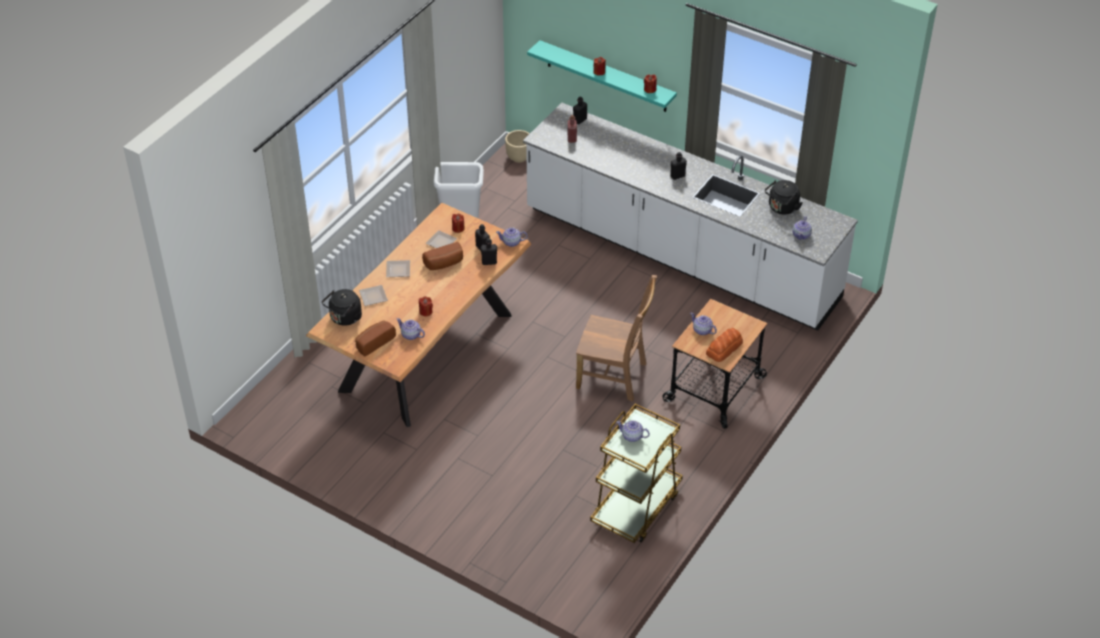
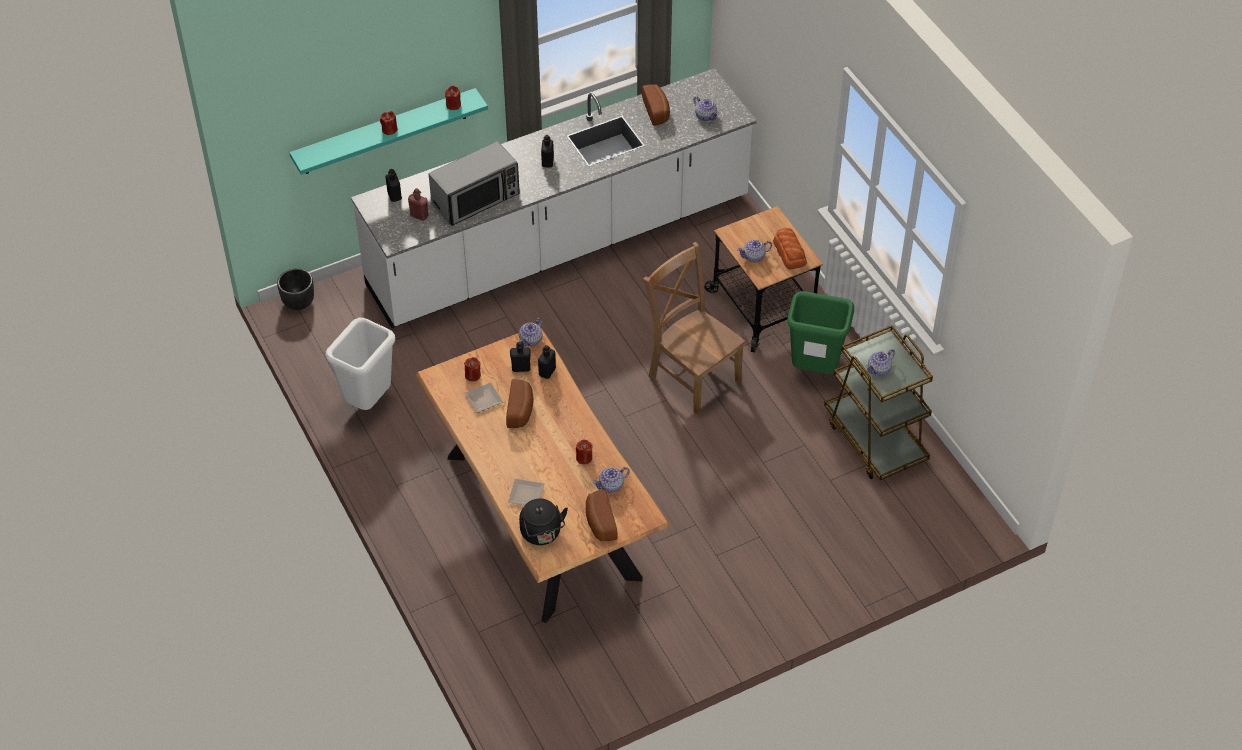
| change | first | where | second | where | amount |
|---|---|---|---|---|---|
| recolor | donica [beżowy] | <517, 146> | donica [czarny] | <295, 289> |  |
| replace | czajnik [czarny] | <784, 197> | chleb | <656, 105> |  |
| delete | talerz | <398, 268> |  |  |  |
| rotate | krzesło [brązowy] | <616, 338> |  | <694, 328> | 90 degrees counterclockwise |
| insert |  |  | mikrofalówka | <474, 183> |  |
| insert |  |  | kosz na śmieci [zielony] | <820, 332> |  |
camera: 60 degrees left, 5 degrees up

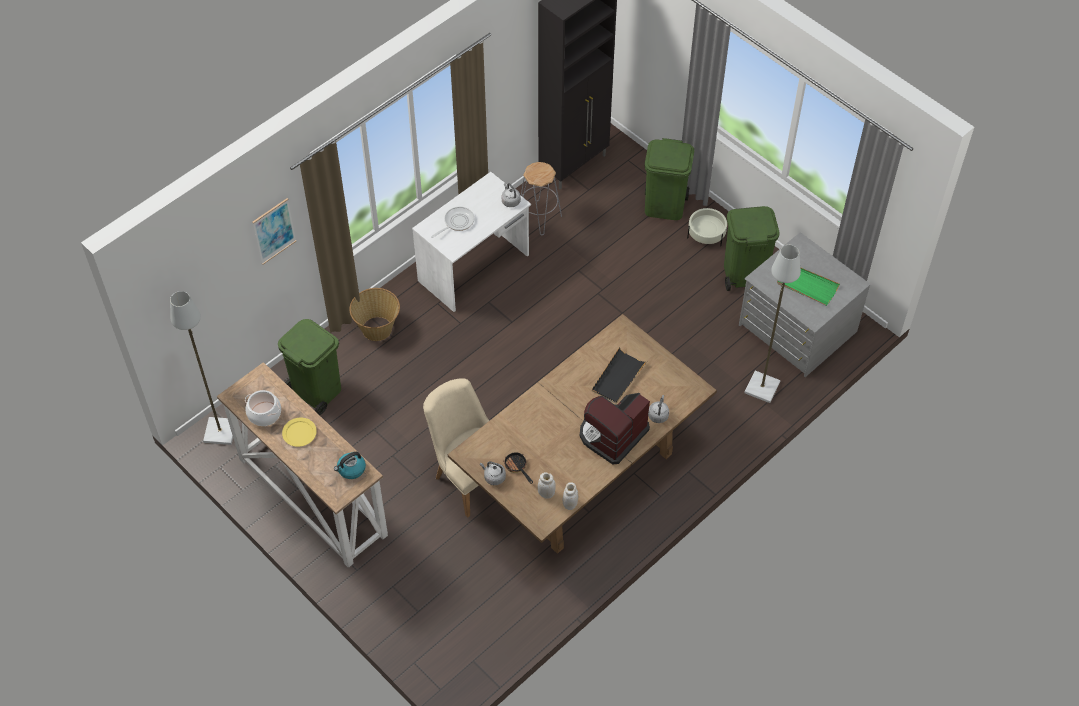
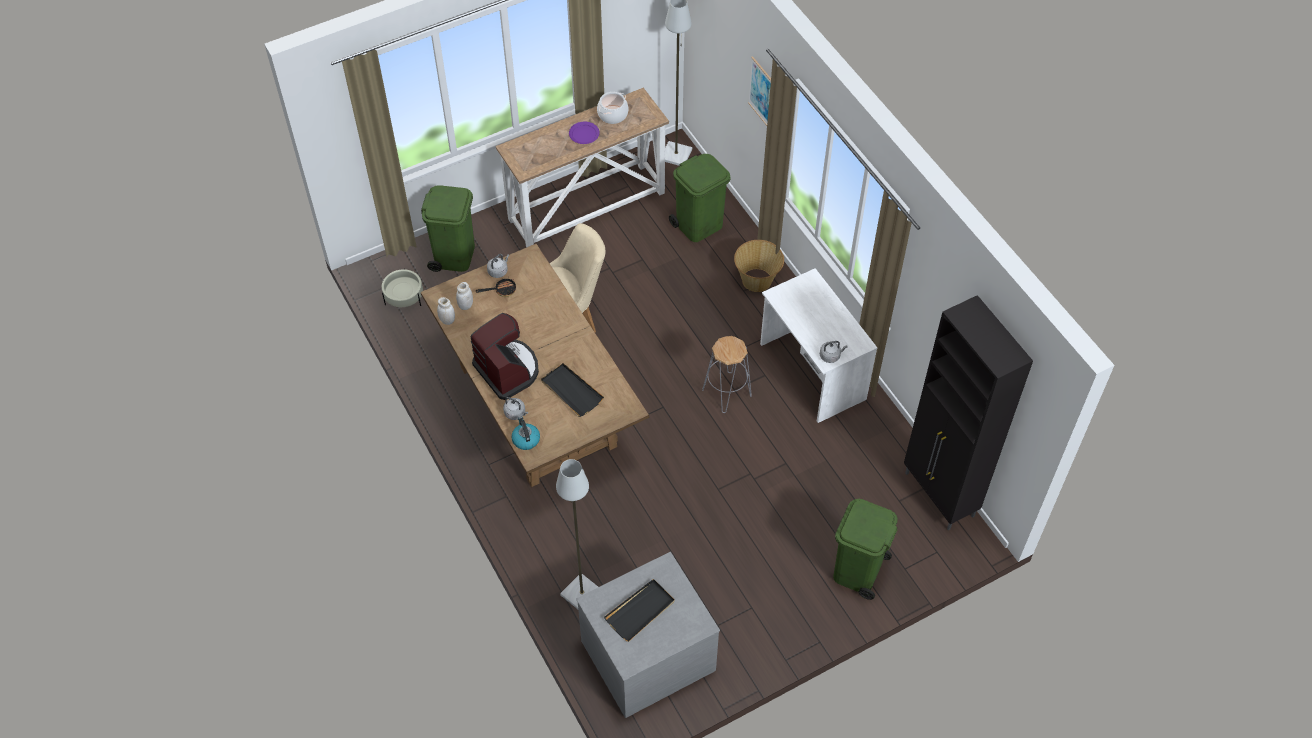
| change | first | where | second | where | amount |
|---|---|---|---|---|---|
| move | stołek [szary] | <541, 198> |  | <727, 374> |  |
| move | kosz na śmieci [zielony] | <751, 248> |  | <448, 228> |  |
| delete | patelnia | <453, 222> |  |  |  |
| move | donica [beżowy] | <707, 227> |  | <402, 287> |  |
| recolor | taca [zielony] | <808, 287> | taca [czarny] | <639, 610> |  |
| recolor | talerz [żółty] | <299, 432> | talerz [fioletowy] | <584, 133> |  |
| move | czajnik | <350, 465> |  | <525, 433> |  |
camera: 105 degrees right, 0 degrees up

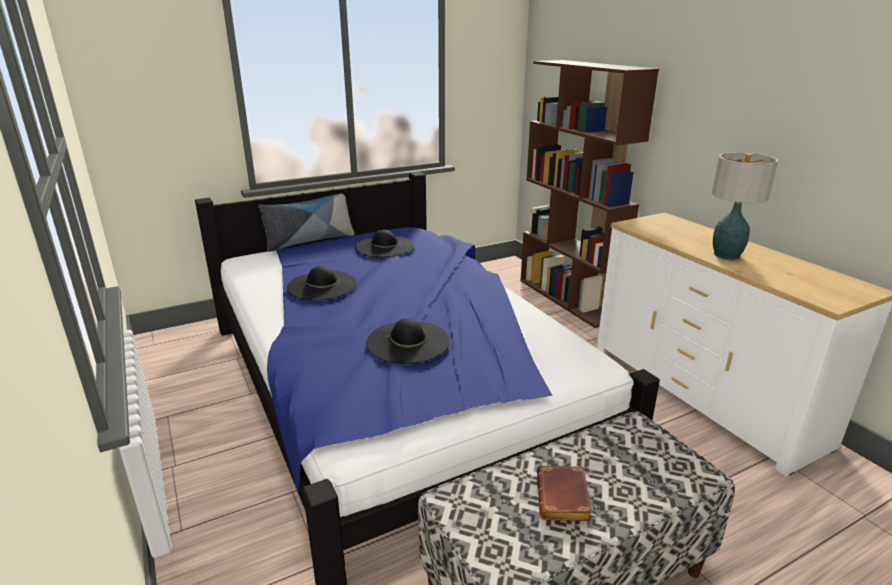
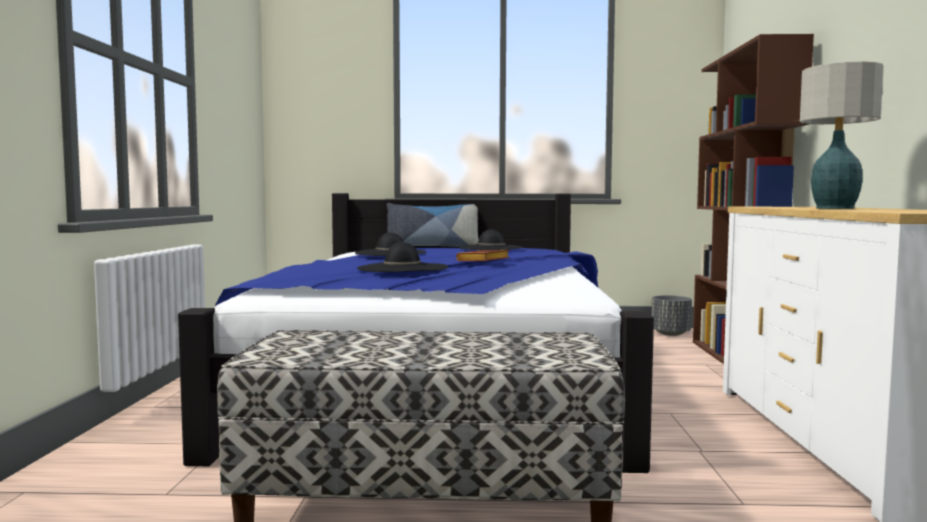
| change | first | where | second | where | amount |
|---|---|---|---|---|---|
| move | książka [brązowy] | <564, 493> |  | <483, 255> |  |
| insert |  |  | donica [szary] | <671, 315> |  |
camera: 30 degrees right, 20 degrees down

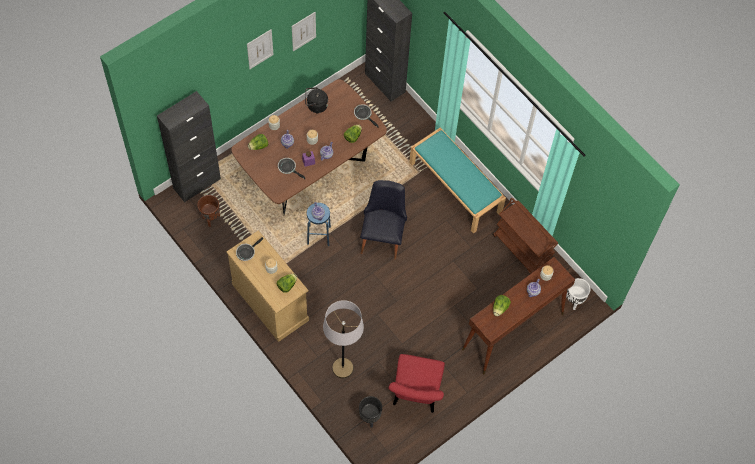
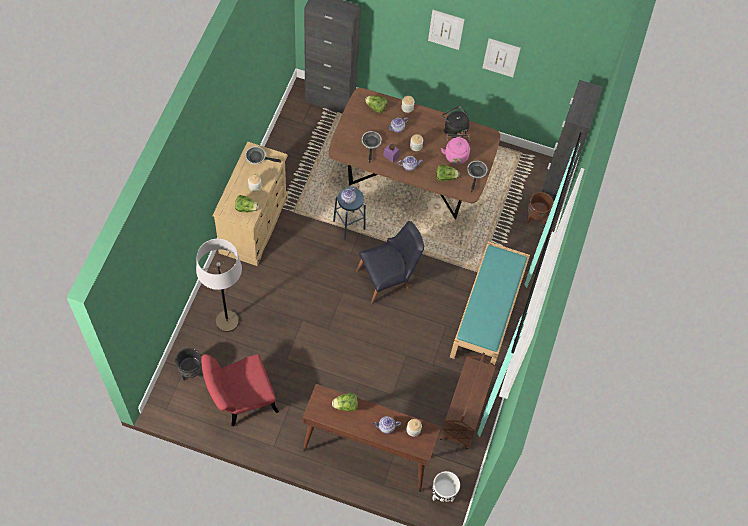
| change | first | where | second | where | amount |
|---|---|---|---|---|---|
| move | donica [brązowy] | <208, 211> |  | <540, 208> |  |
| insert |  |  | czajnik [różowy] | <455, 150> |  |
camera: 55 degrees right, 0 degrees up

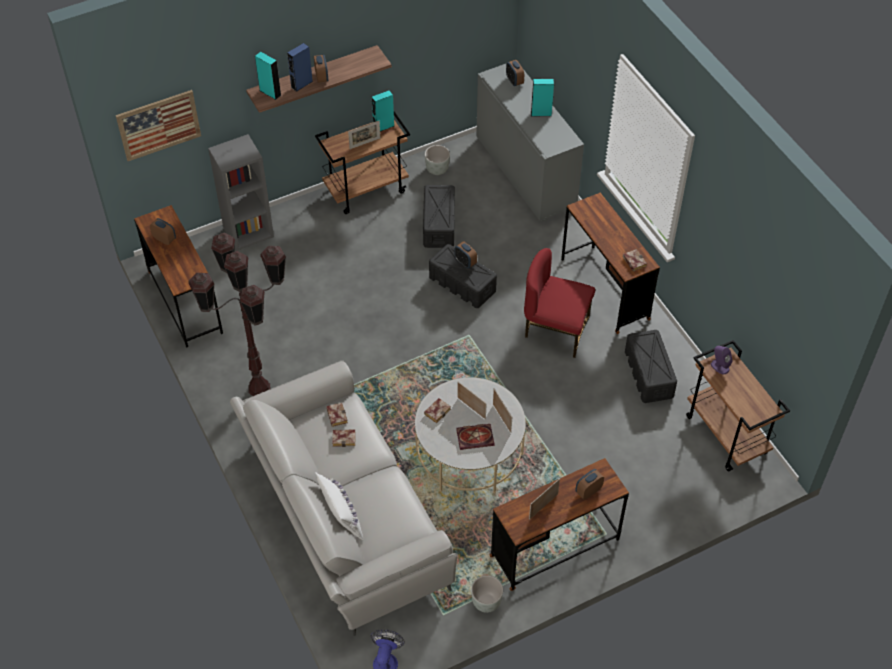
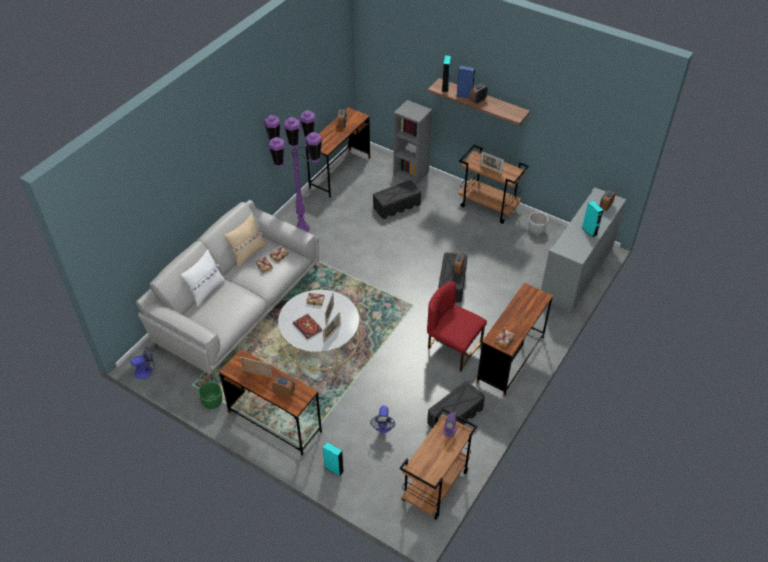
| change | first | where | second | where | amount |
|---|---|---|---|---|---|
| delete | obraz | <158, 125> |  |  |  |
| move | głośnik [turkusowy] | <383, 111> |  | <333, 459> |  |
| move | pojemnik do przechowywania [czarny] | <439, 216> |  | <397, 199> |  |
| recolor | lampa stojąca [brązowy] | <237, 314> | lampa stojąca [fioletowy] | <293, 171> |  |
| rotate | krzesło [czerwony] | <559, 303> |  | <457, 326> | 45 degrees counterclockwise |
| recolor | donica [szary] | <487, 594> | donica [zielony] | <210, 395> |  |
| insert |  |  | poduszka [beżowy] | <245, 241> |  |
| insert |  |  | wentylator | <382, 419> |  |
camera: 60 degrees right, 5 degrees down

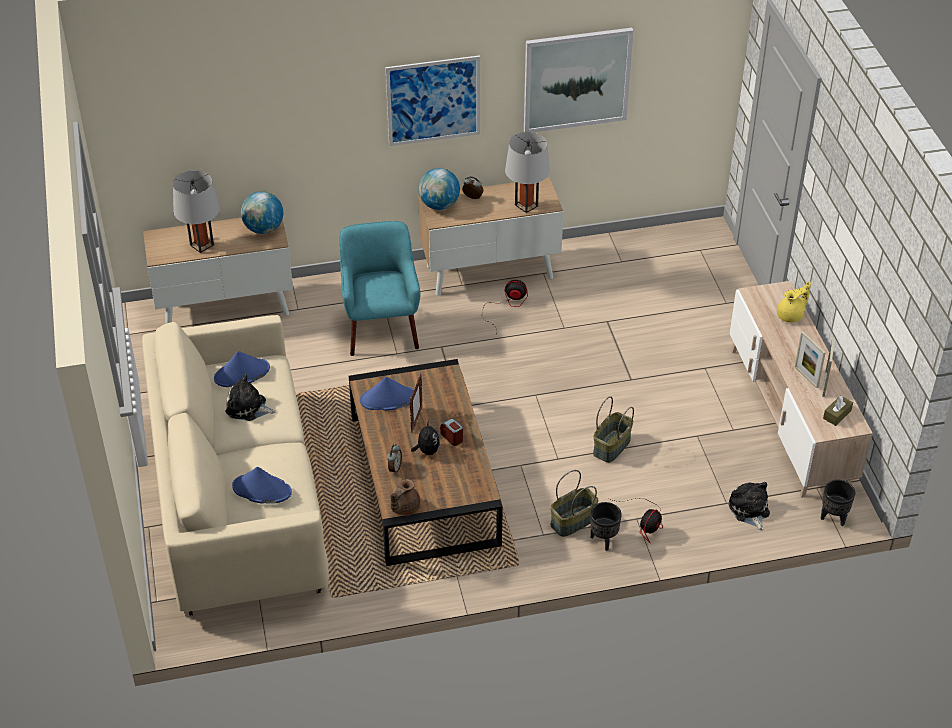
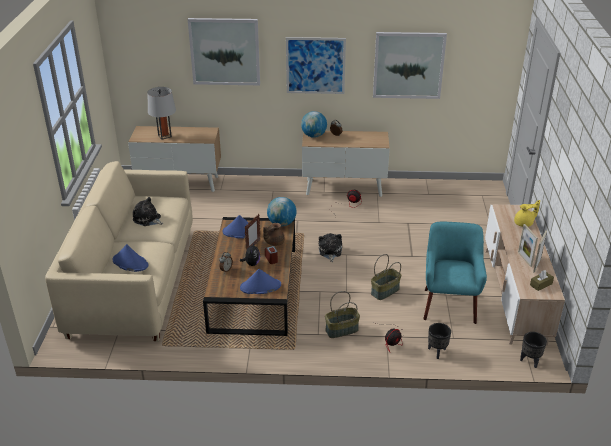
| change | first | where | second | where | amount |
|---|---|---|---|---|---|
| delete | lampa stołowa [szary] | <527, 172> |  |  |  |
| move | globus | <262, 212> |  | <282, 211> |  |
| move | fotel [turkusowy] | <380, 288> |  | <455, 273> |  |
| move | kapelusz [niebieski] | <242, 369> |  | <260, 281> |  |
| move | imbryk [brązowy] | <405, 497> |  | <274, 234> |  |
| move | pluszak | <749, 506> |  | <330, 247> |  |
| move | donica [czarny] | <606, 526> |  | <439, 341> |  |
| insert |  |  | obraz | <224, 51> |  |
camera: 15 degrees right, 10 degrees down

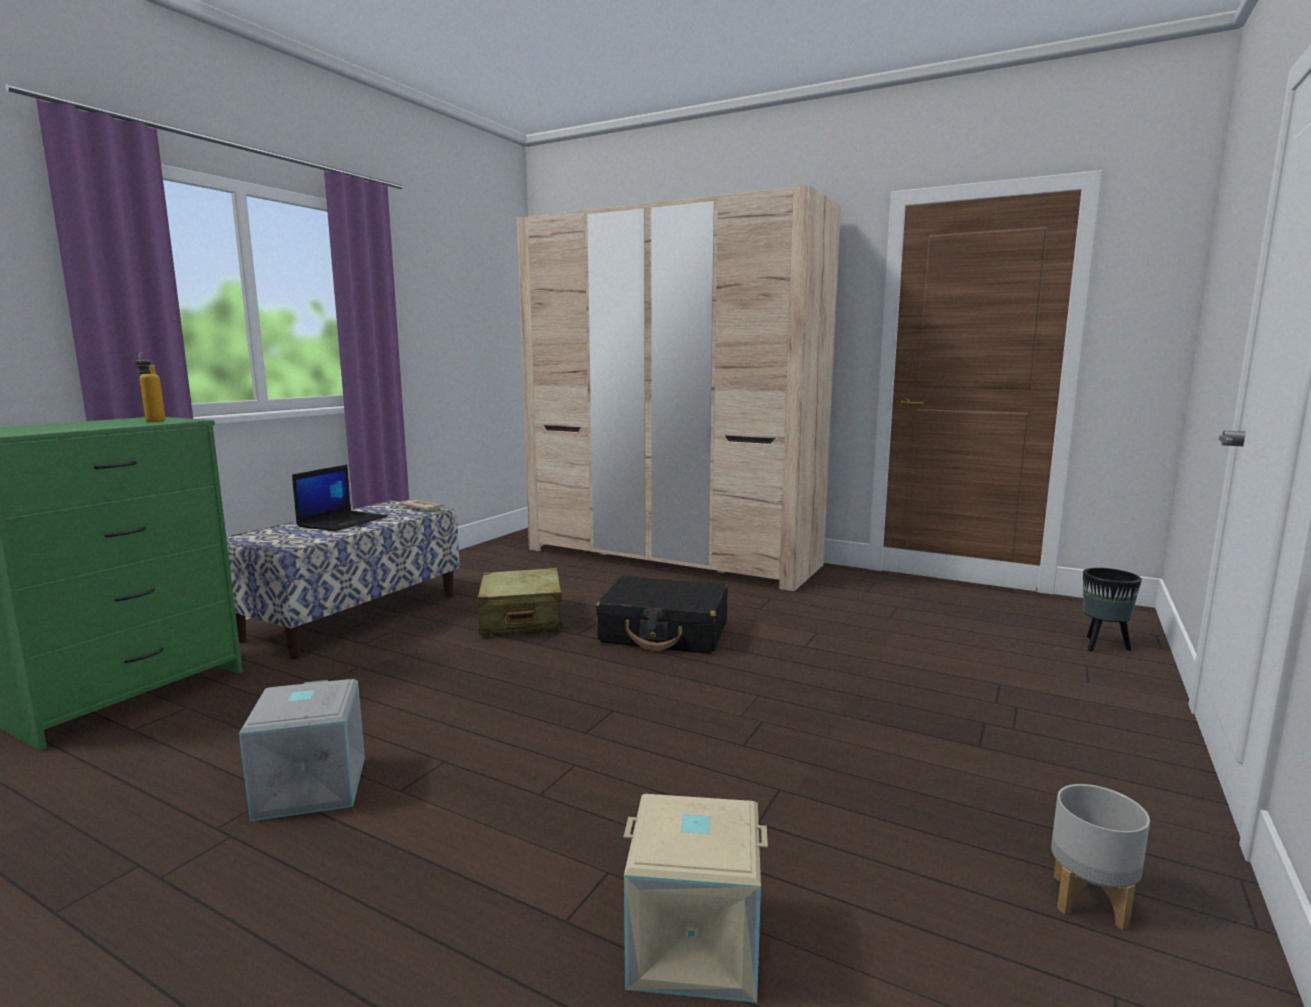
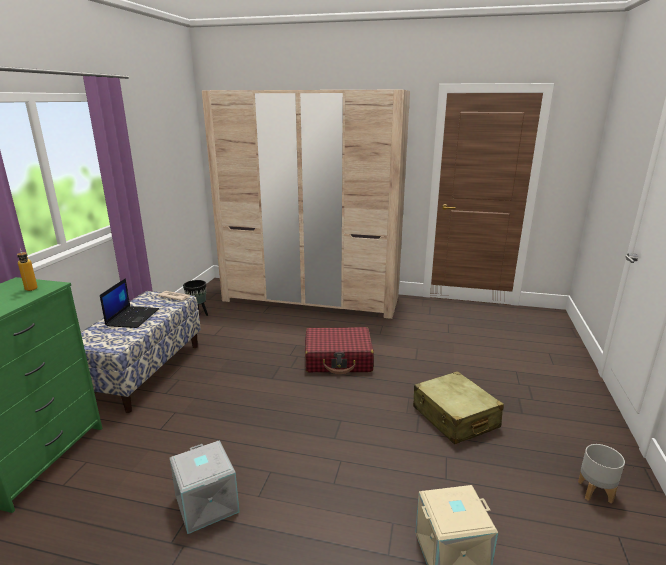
| change | first | where | second | where | amount |
|---|---|---|---|---|---|
| move | walizka [beżowy] | <520, 601> |  | <458, 407> |  |
| move | donica [czarny] | <1112, 609> |  | <195, 298> |  |
| recolor | walizka [czarny] | <662, 615> | walizka [czerwony] | <339, 350> |  |
camera: 15 degrees left, 10 degrees up

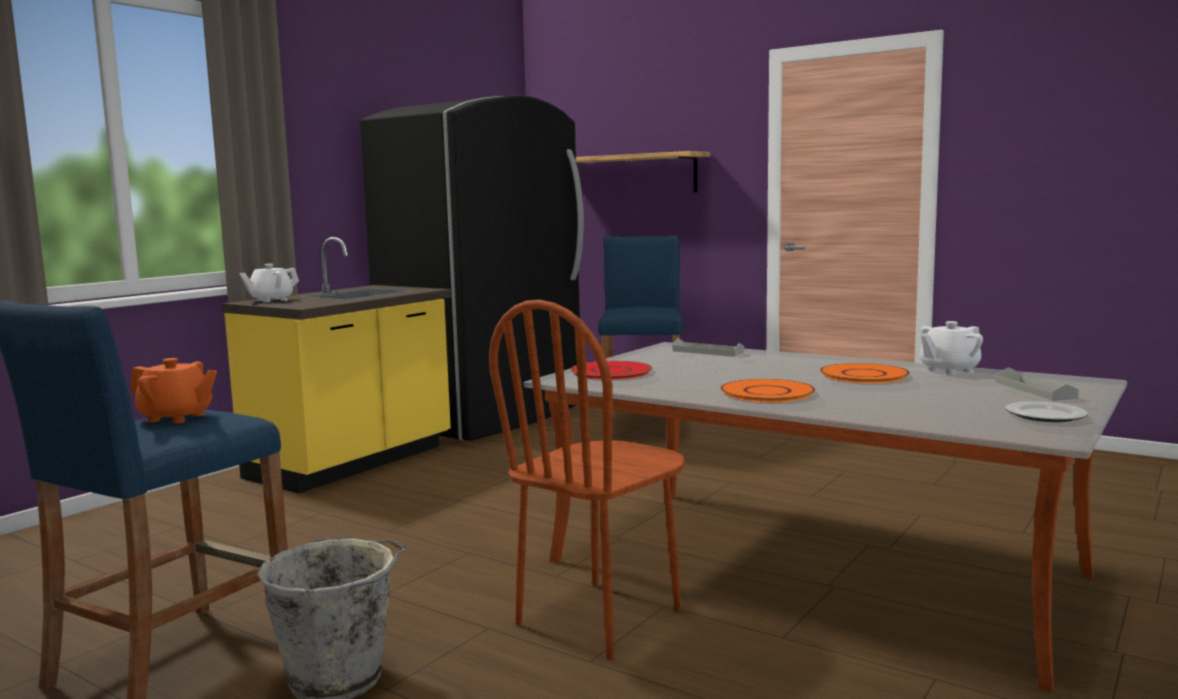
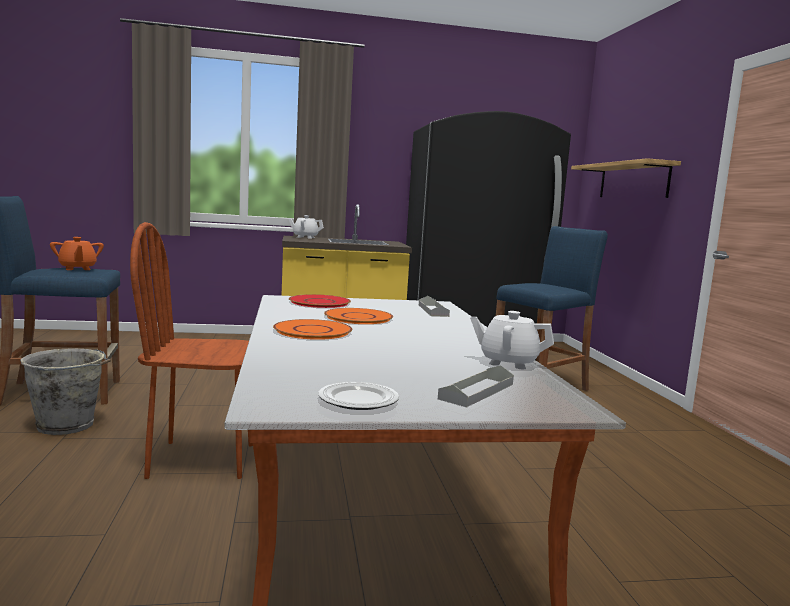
| change | first | where | second | where | amount |
|---|---|---|---|---|---|
| move | talerz [pomarańczowy] | <865, 373> |  | <358, 316> |  |
camera: 45 degrees right, 0 degrees up

